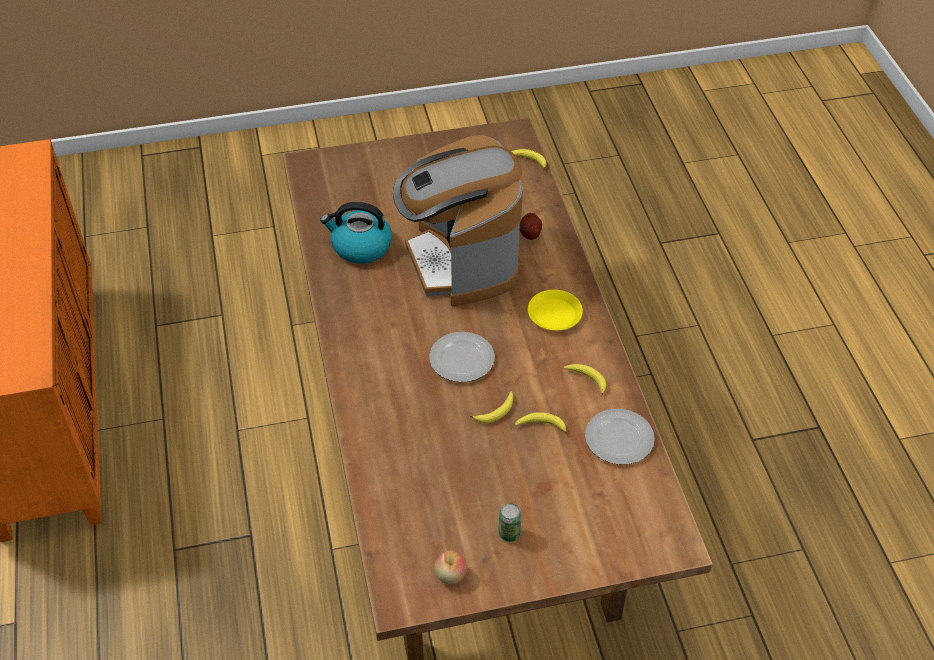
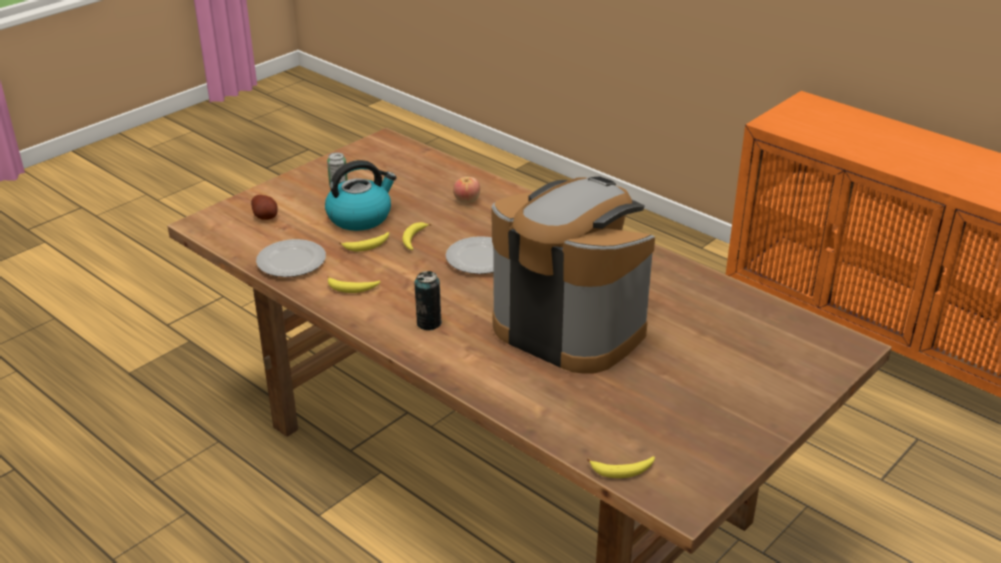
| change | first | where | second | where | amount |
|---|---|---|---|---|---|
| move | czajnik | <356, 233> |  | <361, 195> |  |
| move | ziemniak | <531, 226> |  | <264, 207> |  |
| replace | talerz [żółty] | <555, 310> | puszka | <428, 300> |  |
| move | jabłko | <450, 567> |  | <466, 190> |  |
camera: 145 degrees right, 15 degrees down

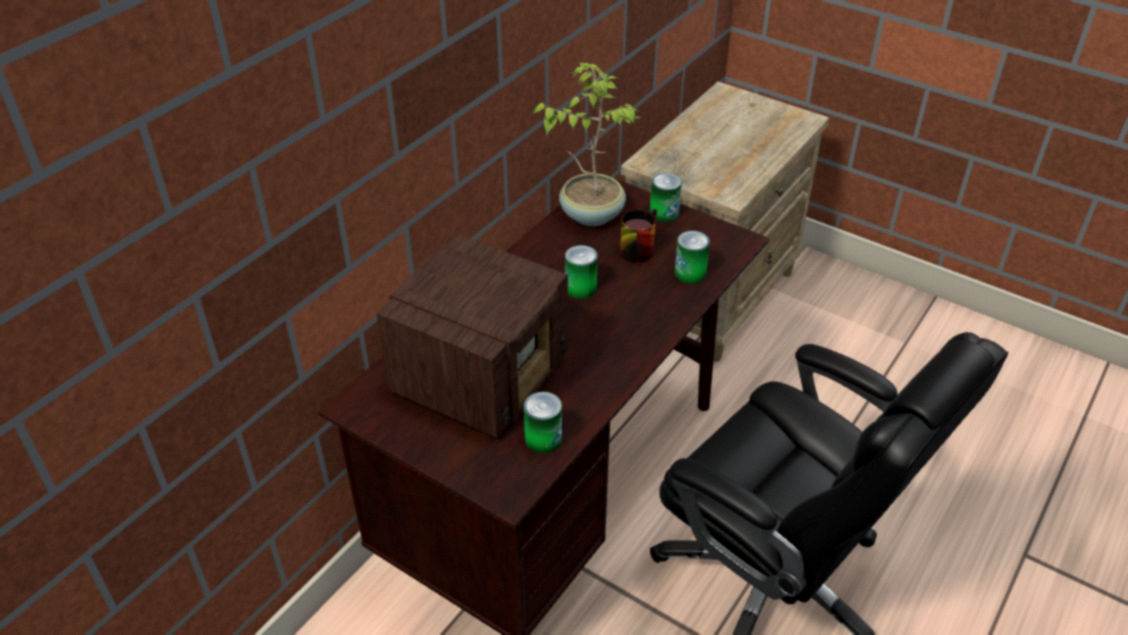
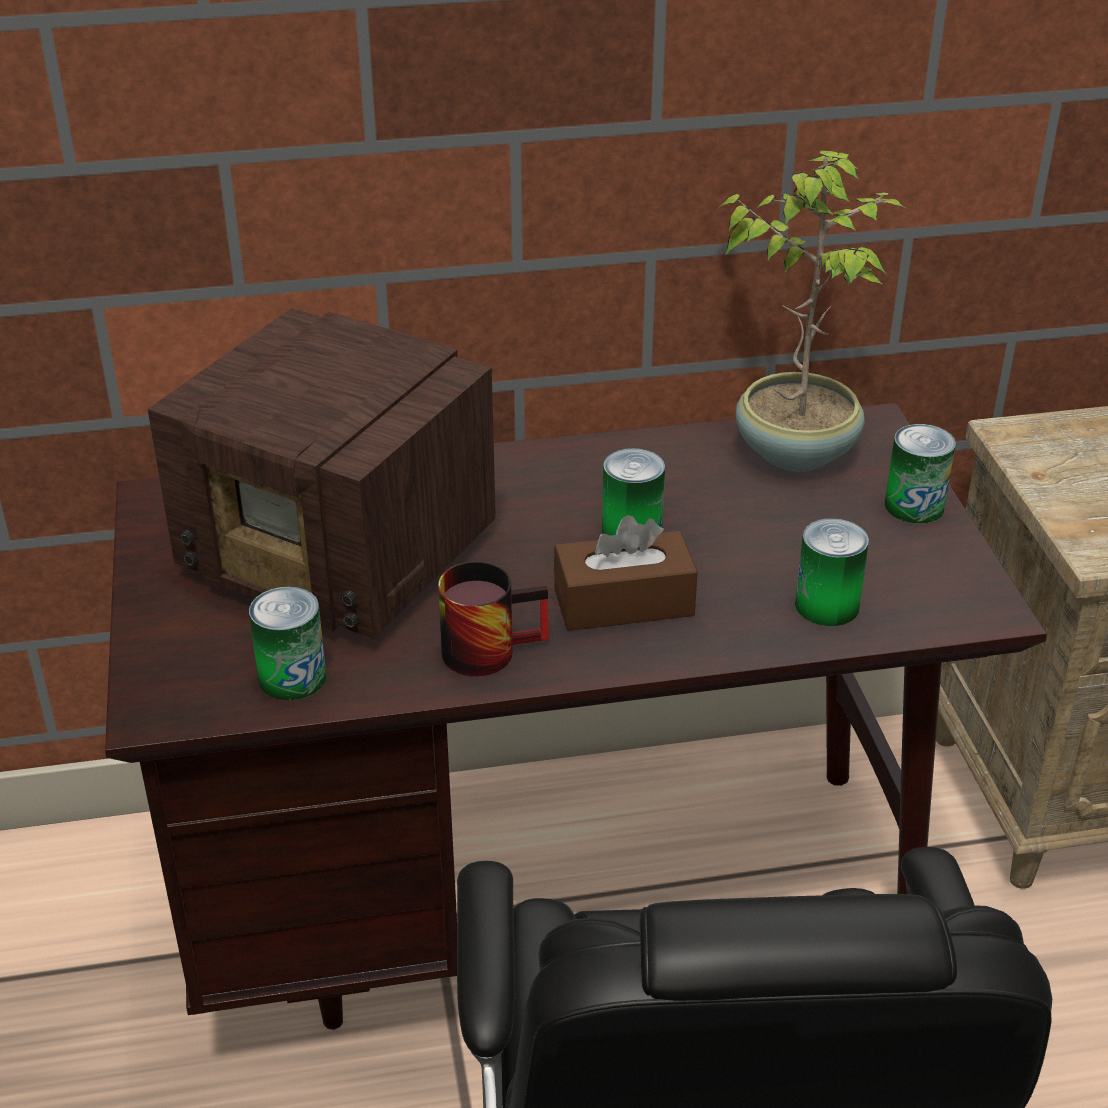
| change | first | where | second | where | amount |
|---|---|---|---|---|---|
| move | kubek | <638, 236> |  | <493, 619> |  |
| rotate | radio | <472, 336> |  | <322, 473> | 45 degrees clockwise |
| insert |  |  | pudełko chusteczek [brązowy] | <626, 573> |  |
camera: 45 degrees right, 5 degrees down

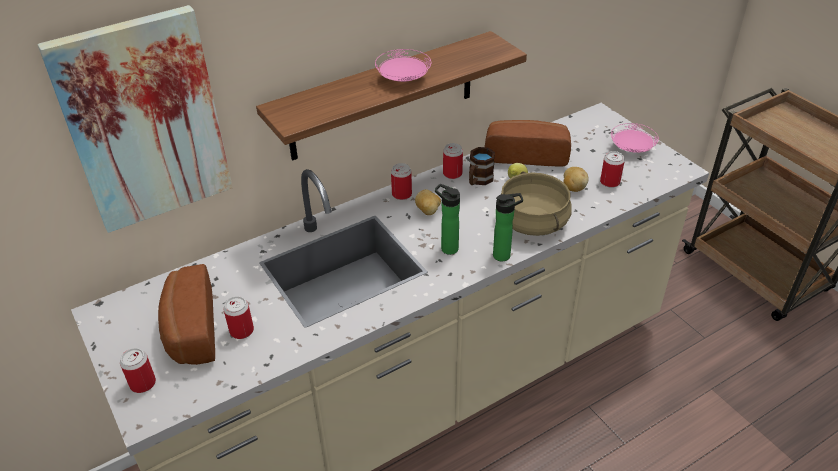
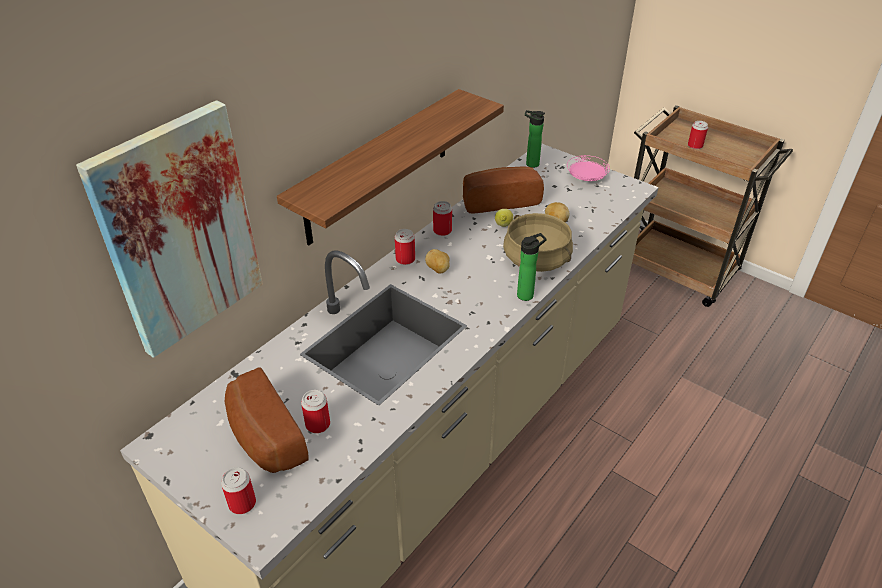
| change | first | where | second | where | amount |
|---|---|---|---|---|---|
| delete | talerz [różowy] | <403, 65> |  |  |  |
| delete | kubek [brązowy] | <482, 166> |  |  |  |
| move | puszka | <612, 169> |  | <698, 135> |  |
| move | butelka | <447, 219> |  | <535, 139> |  |
camera: 20 degrees left, 0 degrees up

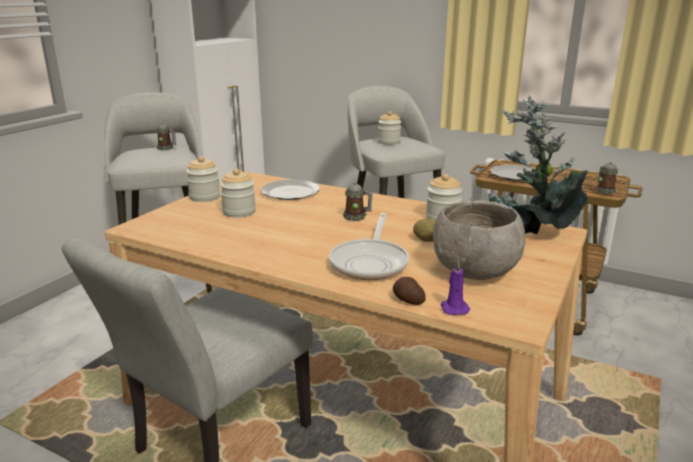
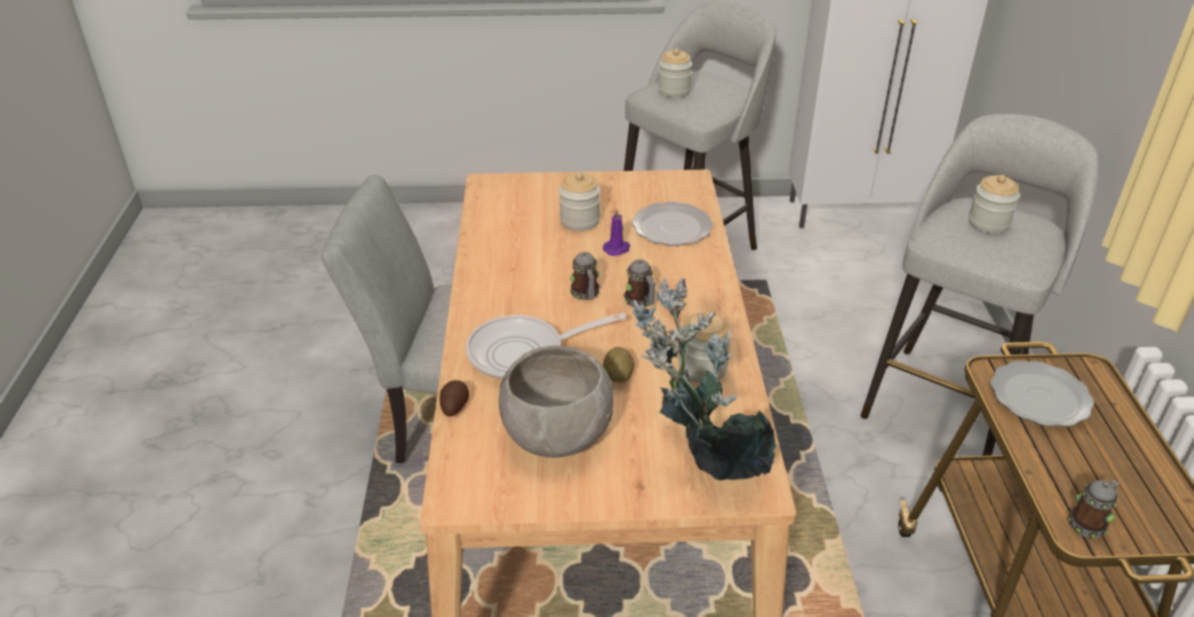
| change | first | where | second | where | amount |
|---|---|---|---|---|---|
| move | kubek | <166, 136> |  | <585, 276> |  |
| move | słoik | <203, 179> |  | <675, 73> |  |
| move | świeca [fioletowy] | <455, 287> |  | <616, 232> |  |
camera: 60 degrees right, 15 degrees up

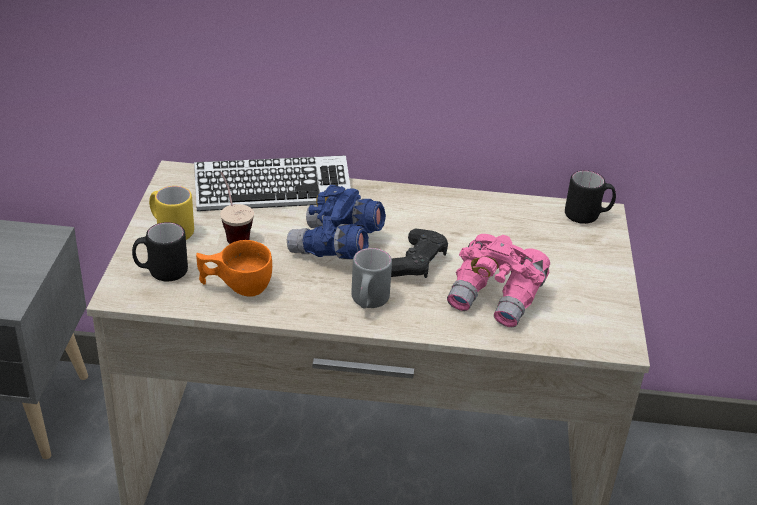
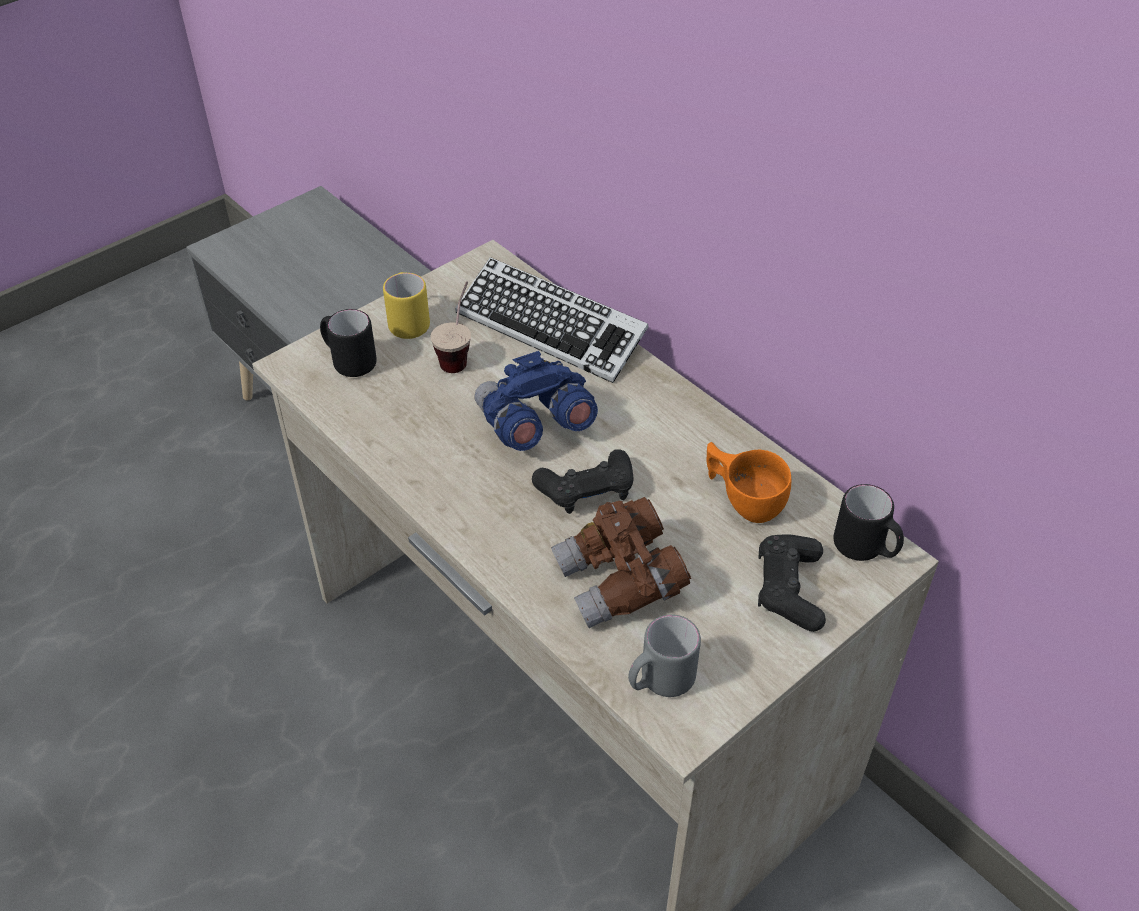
| change | first | where | second | where | amount |
|---|---|---|---|---|---|
| recolor | lornetka [różowy] | <498, 280> | lornetka [brązowy] | <621, 562> |  |
| move | filiżanka [pomarańczowy] | <234, 268> |  | <749, 482> |  |
| move | kubek [szary] | <371, 278> |  | <664, 655> |  |
| insert |  |  | pad do gier [czarny] | <792, 583> |  |
camera: 45 degrees right, 10 degrees up

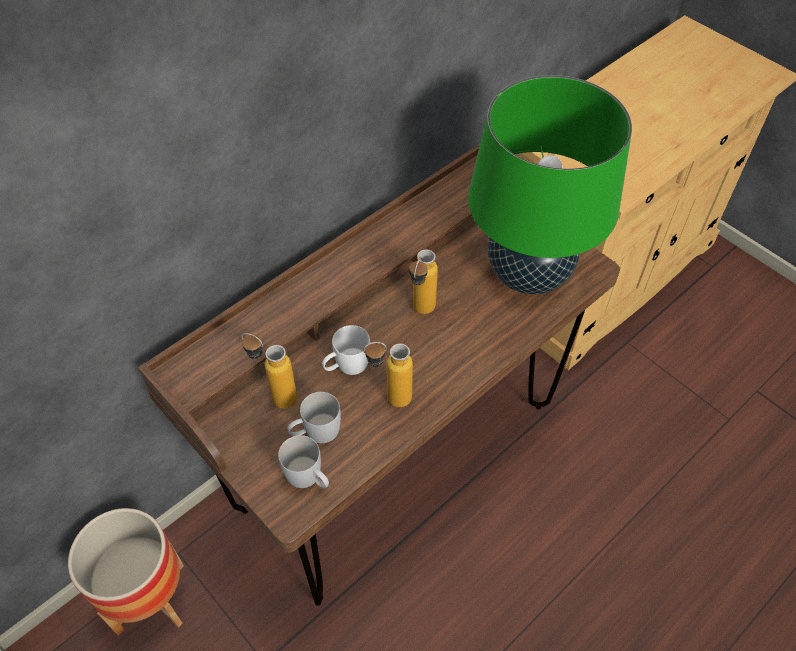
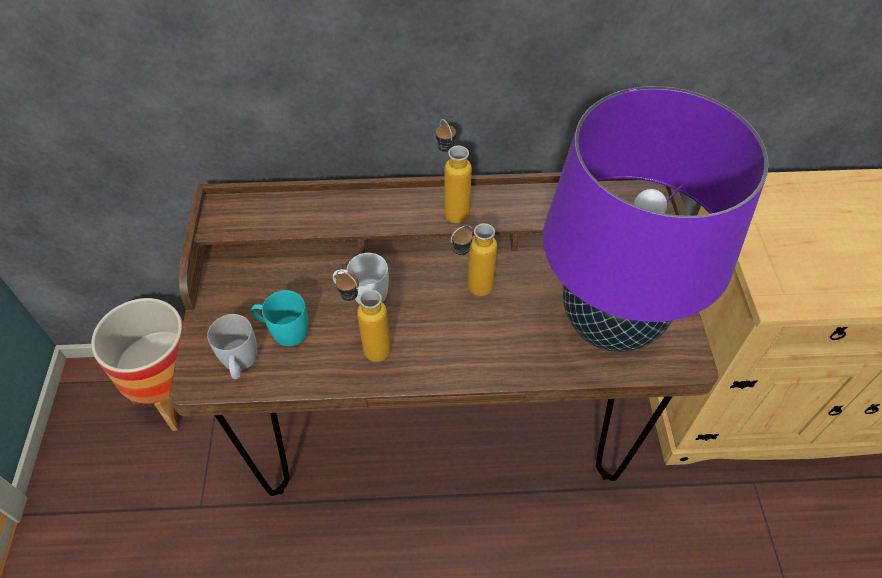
| change | first | where | second | where | amount |
|---|---|---|---|---|---|
| recolor | lampa stołowa [zielony] | <550, 184> | lampa stołowa [fioletowy] | <656, 219> |  |
| move | butelka | <269, 371> |  | <454, 171> |  |
| recolor | kubek [biały] | <314, 417> | kubek [turkusowy] | <279, 318> |  |
camera: 40 degrees right, 0 degrees up

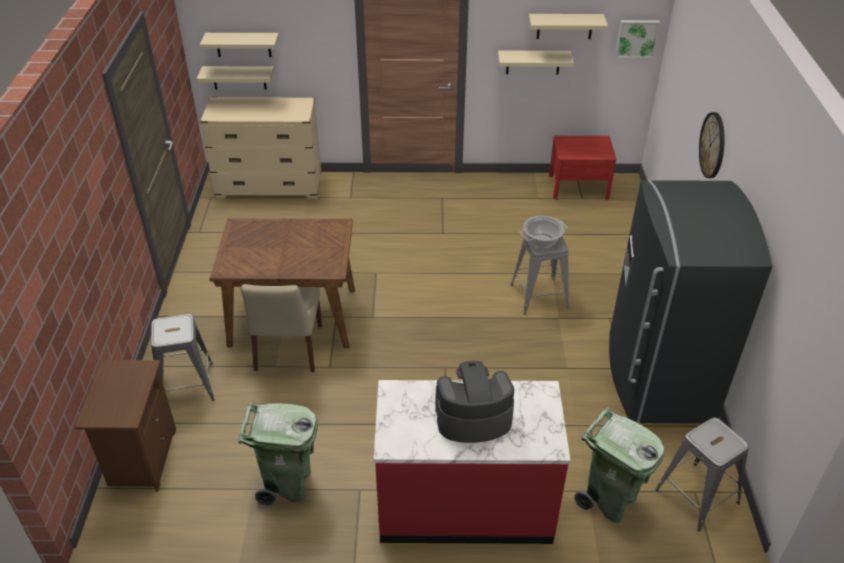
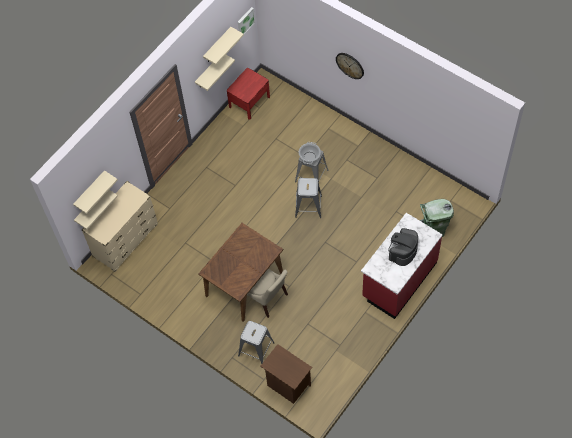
| change | first | where | second | where | amount |
|---|---|---|---|---|---|
| delete | lodówka [szary] | <690, 301> |  |  |  |
| delete | kosz na śmieci [zielony] | <278, 453> |  |  |  |
| move | stołek [szary] | <702, 474> |  | <308, 198> |  |
camera: 50 degrees left, 20 degrees up

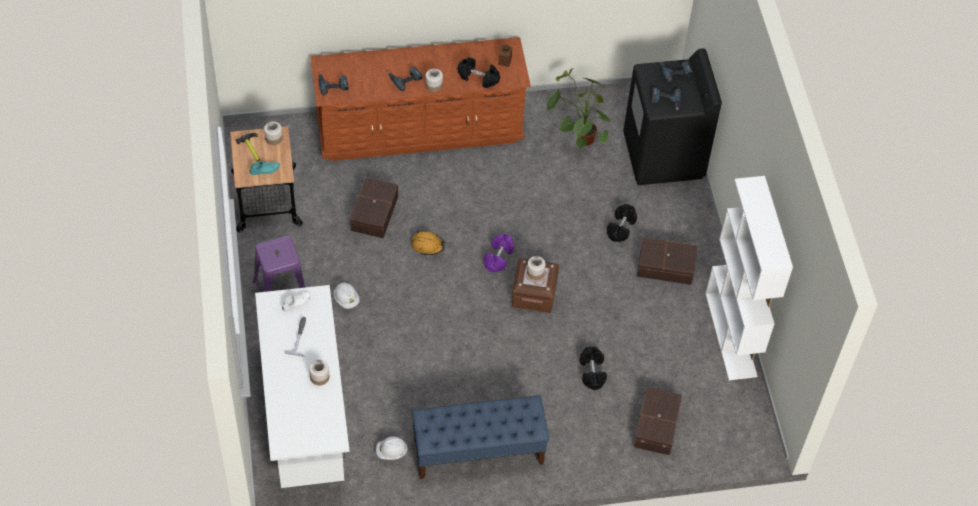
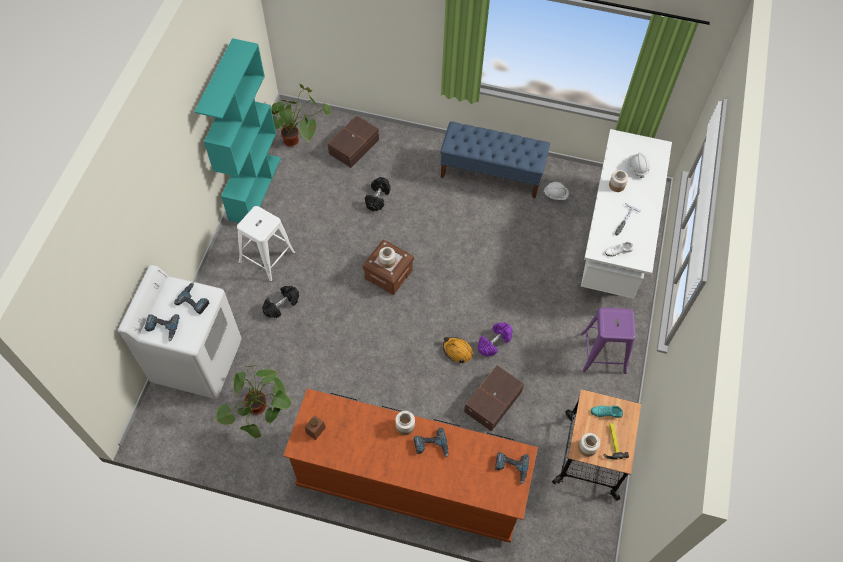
| change | first | where | second | where | amount |
|---|---|---|---|---|---|
| recolor | pralka [czarny] | <672, 116> | pralka [biały] | <180, 332> |  |
| delete | hantel [czarny] | <478, 73> |  |  |  |
| recolor | regał [biały] | <749, 278> | regał [turkusowy] | <237, 130> |  |
| move | hantel [fioletowy] | <499, 253> |  | <495, 339> |  |
| replace | pojemnik do przechowywania [brązowy] | <667, 261> | stołek [biały] | <266, 244> |  |
| move | kask [biały] | <347, 295> |  | <639, 165> |  |
| insert |  |  | roślina doniczkowa | <301, 115> |  |
camera: 155 degrees left, 5 degrees up

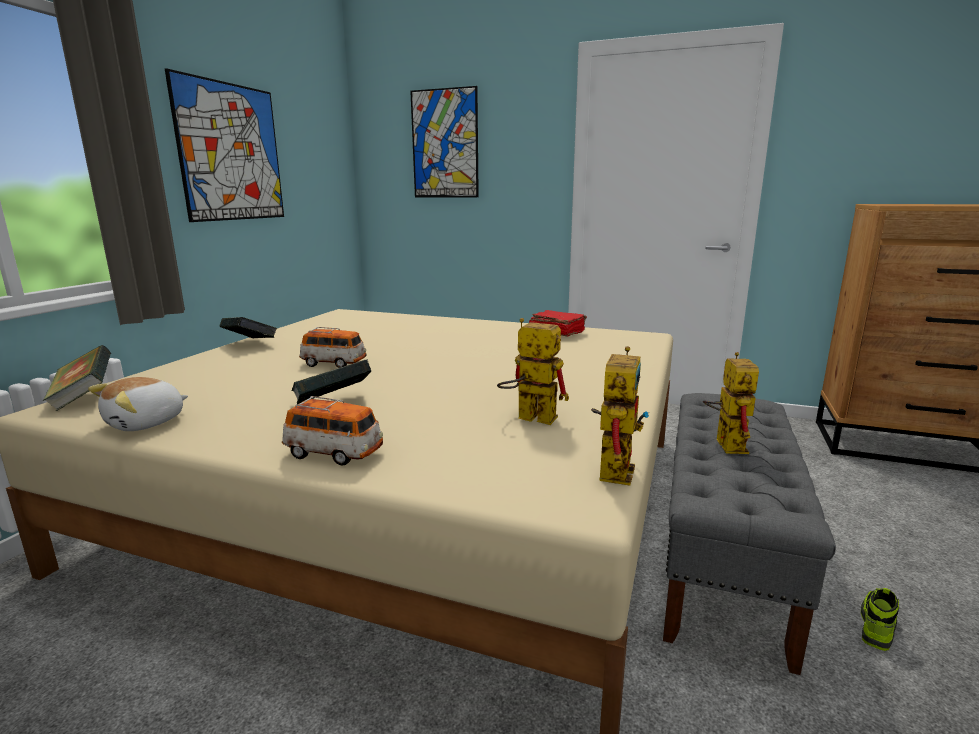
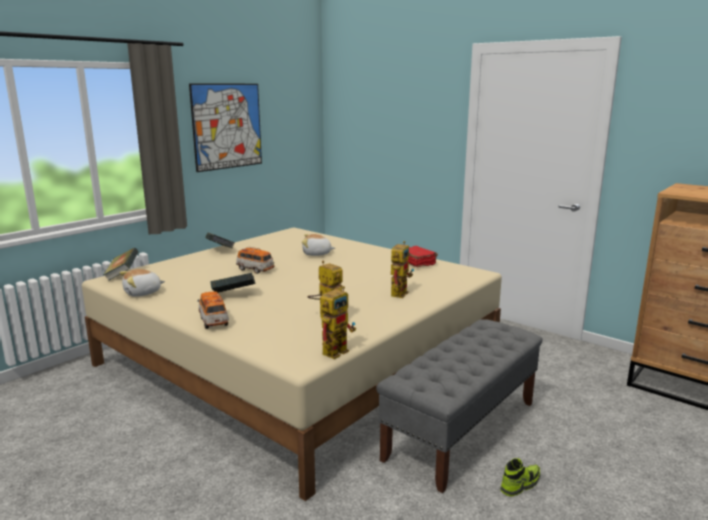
| change | first | where | second | where | amount |
|---|---|---|---|---|---|
| delete | obraz | <444, 142> |  |  |  |
| move | robot zabawkowy | <731, 403> |  | <402, 269> |  |
| rotate | samochodzik | <332, 431> |  | <213, 310> | 150 degrees counterclockwise |
| insert |  |  | pluszak | <318, 245> |  |
camera: 20 degrees right, 0 degrees up

